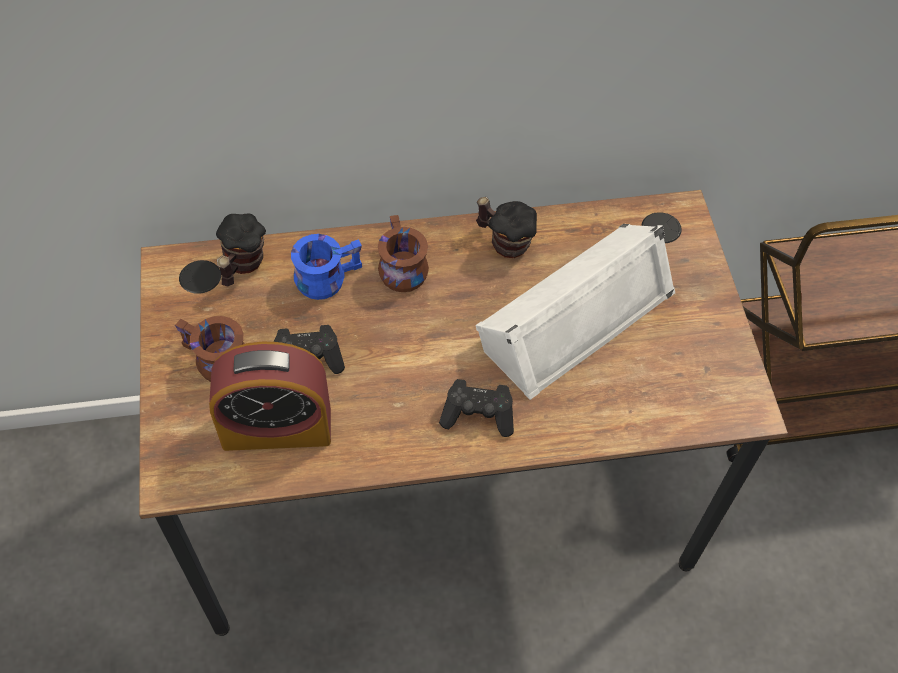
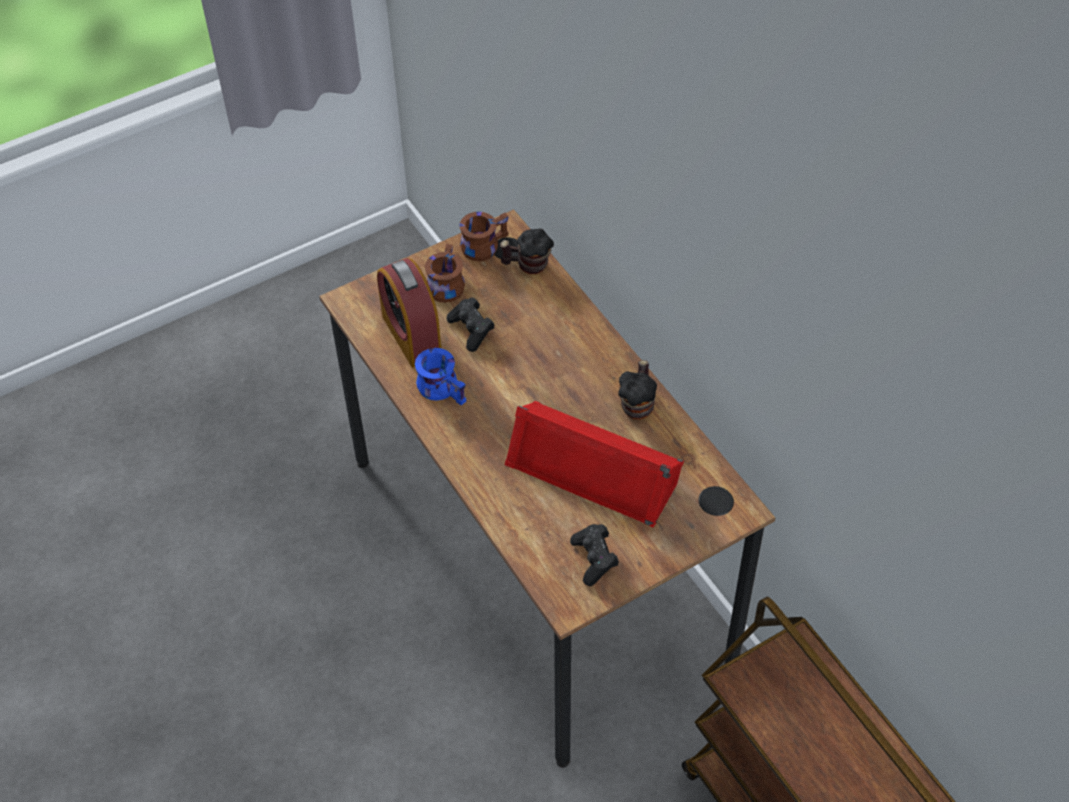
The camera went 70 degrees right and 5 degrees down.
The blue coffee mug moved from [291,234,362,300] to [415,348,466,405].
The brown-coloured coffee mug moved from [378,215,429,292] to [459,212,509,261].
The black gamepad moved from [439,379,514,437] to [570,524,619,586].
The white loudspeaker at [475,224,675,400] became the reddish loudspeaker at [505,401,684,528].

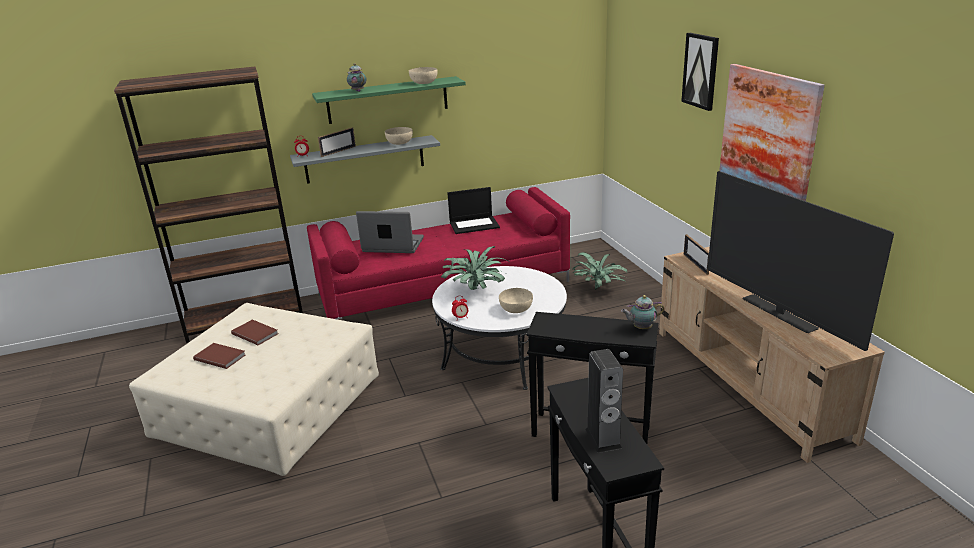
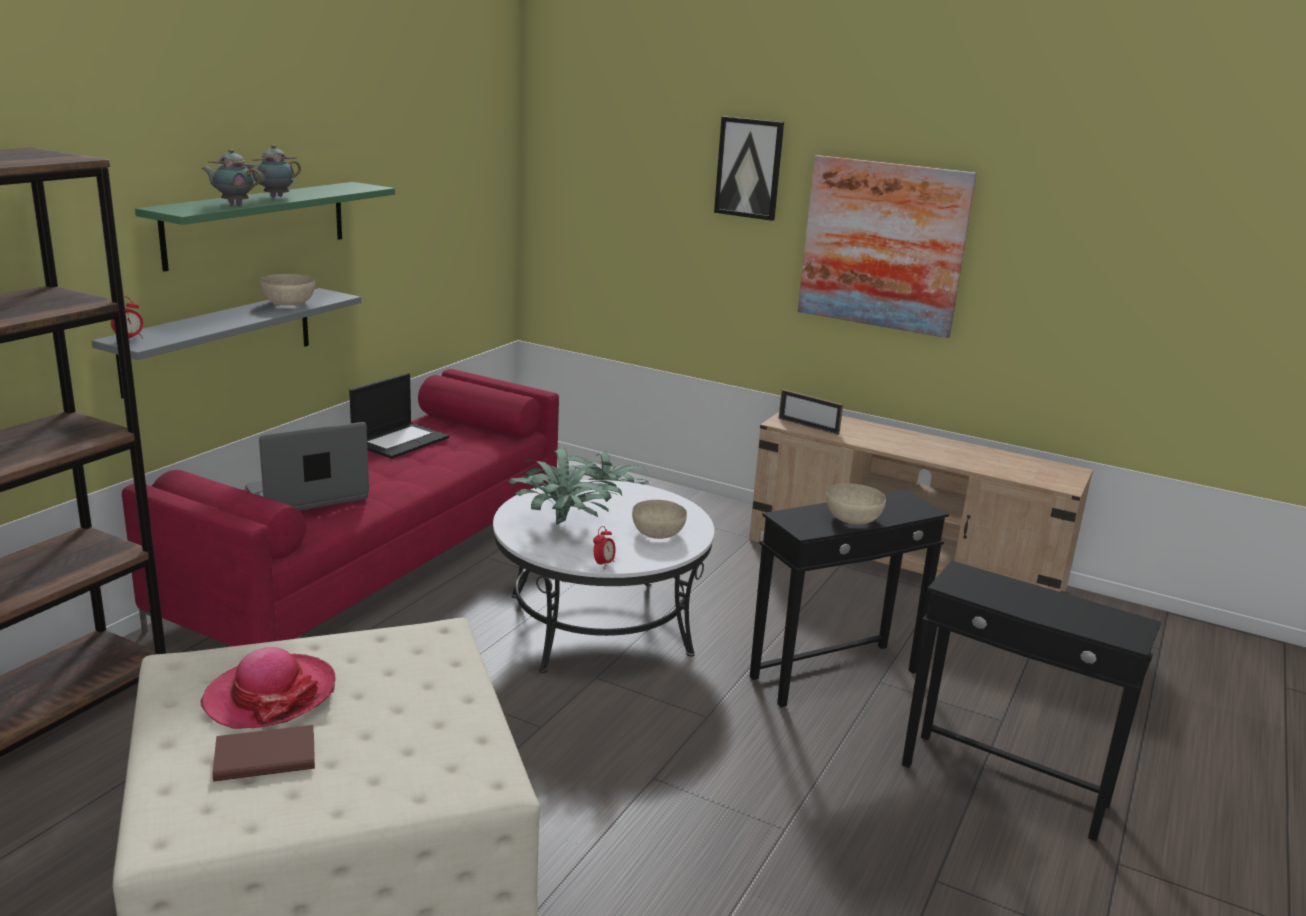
The camera went 45 degrees left and 5 degrees down.
The standing frame at [318,127,356,157] disappeared.
The loudspeaker at [585,349,623,453] disappeared.
The TV set at [707,171,894,351] disappeared.
The beige-coloured bowl moved from [409,67,438,84] to [826,483,886,524].
The teapot moved from [621,295,665,329] to [246,145,301,197].
The brown-coloured bound book at [231,320,278,345] was replaced by the wearable hat at [200,647,336,729].

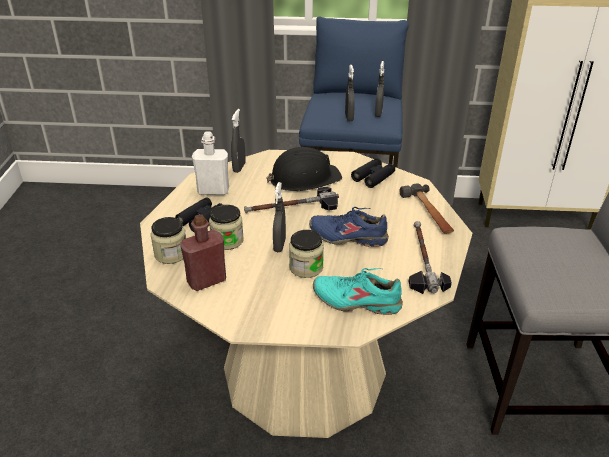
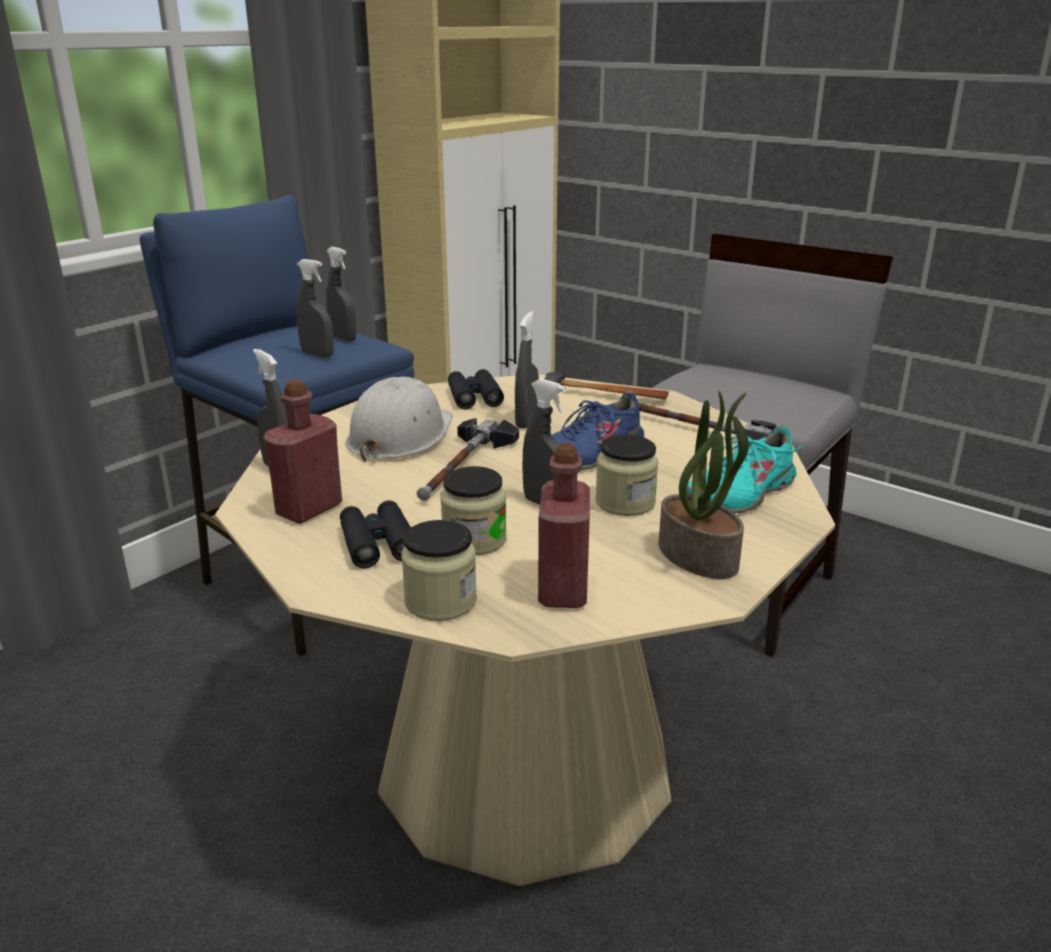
The camera went 55 degrees left and 10 degrees down.
The greyish hand sprayer at [515,311,539,428] appeared.
The plant in a pot at [659,391,749,579] appeared.
The white drink bottle at [192,131,229,195] became the reddish drink bottle at [263,379,342,524].
The black safety helmet at [266,147,342,191] became the white safety helmet at [346,377,452,462].

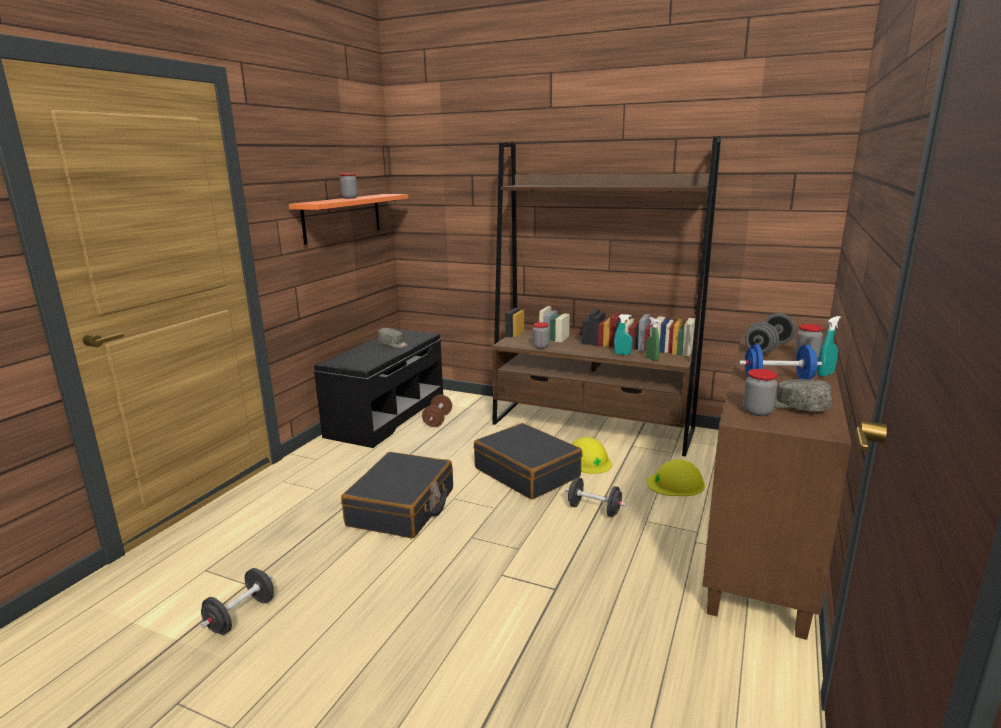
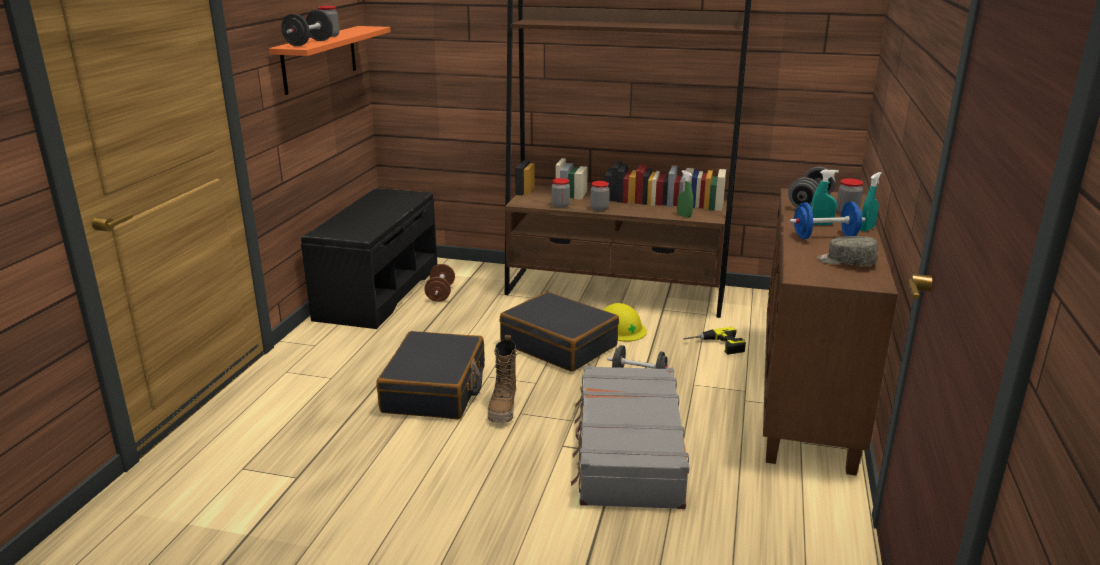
The camera went 10 degrees left and 5 degrees up.
The greyish baseball cap at [378,328,408,348] disappeared.
The high-top boot at [488,335,518,423] appeared.
The greyish suitcase at [571,365,690,509] appeared.
The black dumbbell moved from [201,568,274,635] to [281,10,333,46].
The turquoise-coloured hand sprayer moved from [614,314,633,355] to [811,170,839,225].
The preserve jar moved from [743,369,777,416] to [590,181,610,211].
The yellow safety helmet at [647,459,705,496] was replaced by the electric drill at [684,327,746,355].

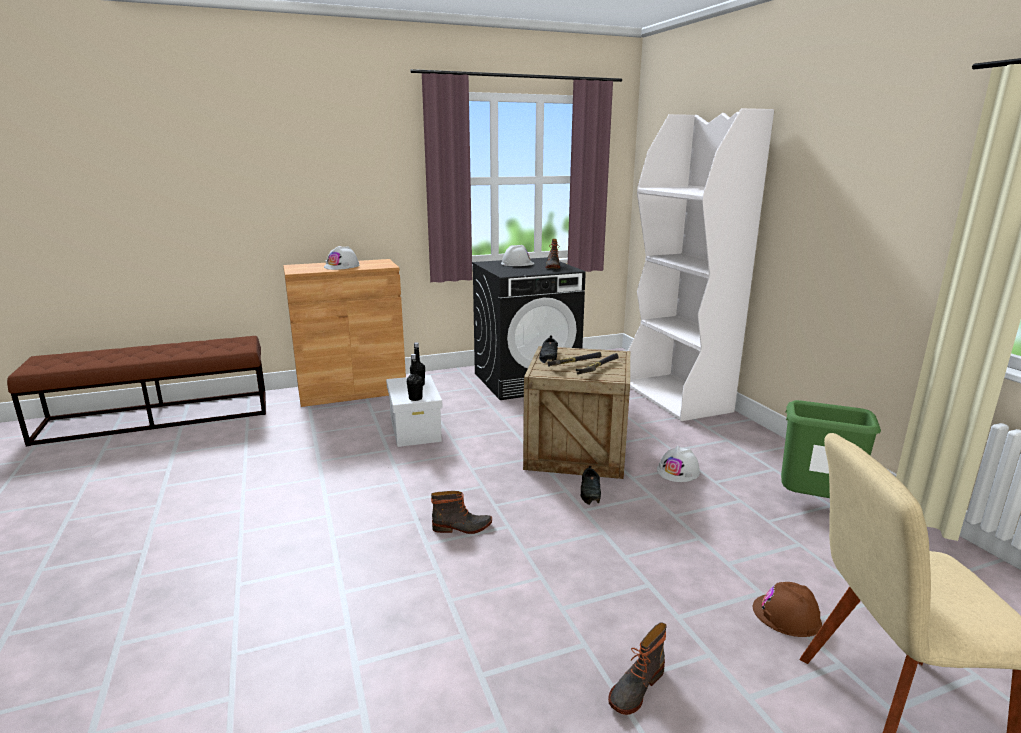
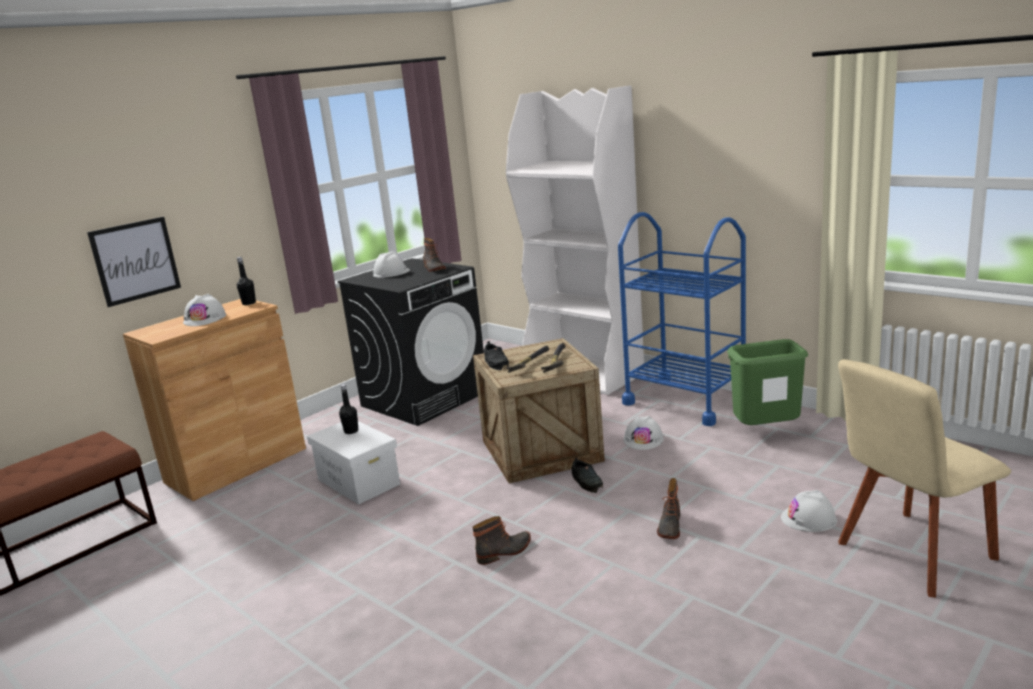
The camera went 25 degrees left and 0 degrees up.
The picture at [87,217,181,307] appeared.
The blue cart at [618,212,746,426] appeared.
The black drink bottle moved from [407,354,423,401] to [237,257,256,305].
The high-top boot moved from [608,623,666,715] to [657,478,680,539].
The brown-coloured safety helmet at [753,582,822,637] became the white safety helmet at [781,490,837,532].

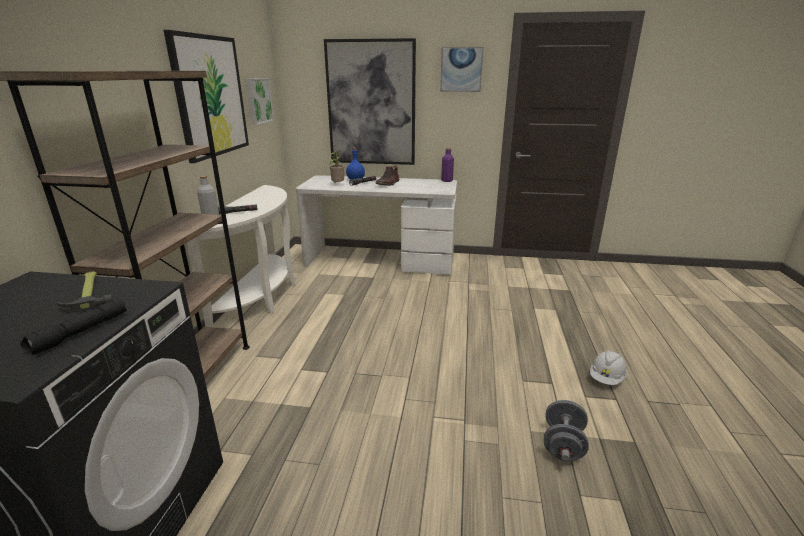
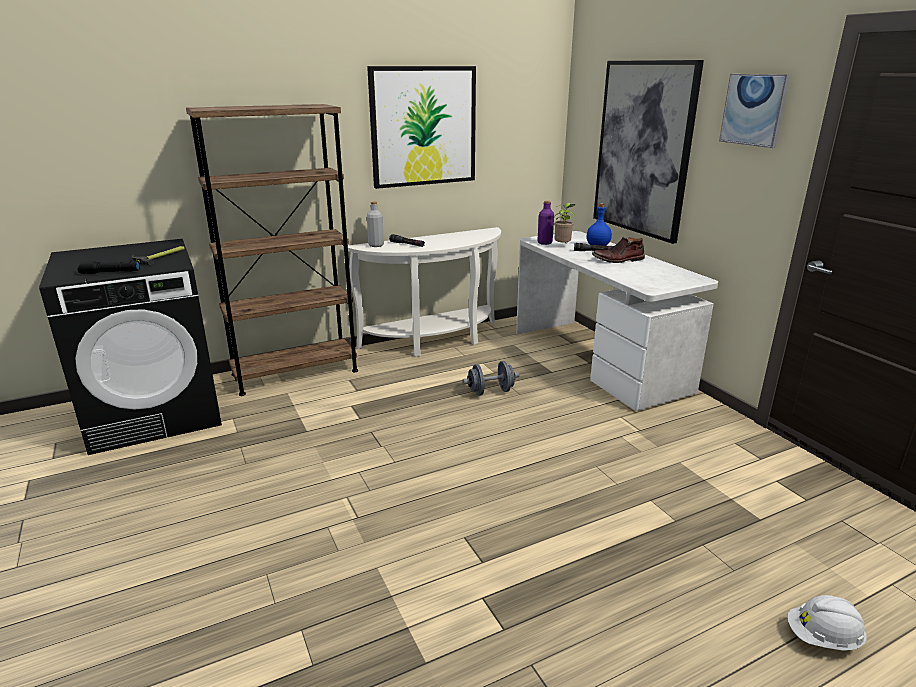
The camera went 55 degrees right and 0 degrees up.
The picture at [246,78,274,125] disappeared.
The purple-coloured drink bottle moved from [441,148,454,182] to [537,200,554,245].
The greyish dumbbell moved from [543,400,589,462] to [463,361,519,396].
The white safety helmet moved from [590,350,627,385] to [788,595,867,651].

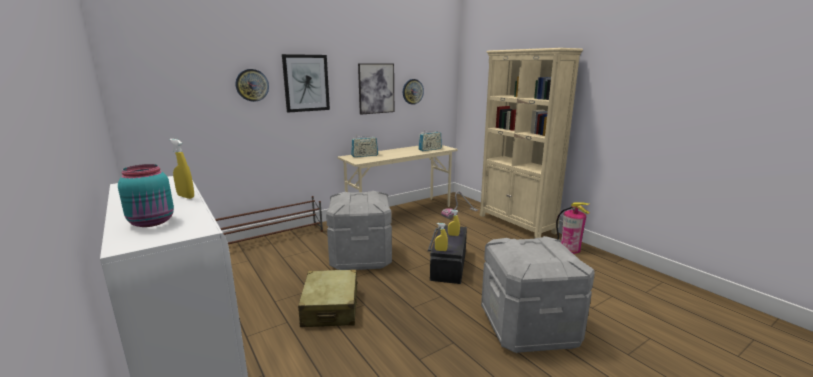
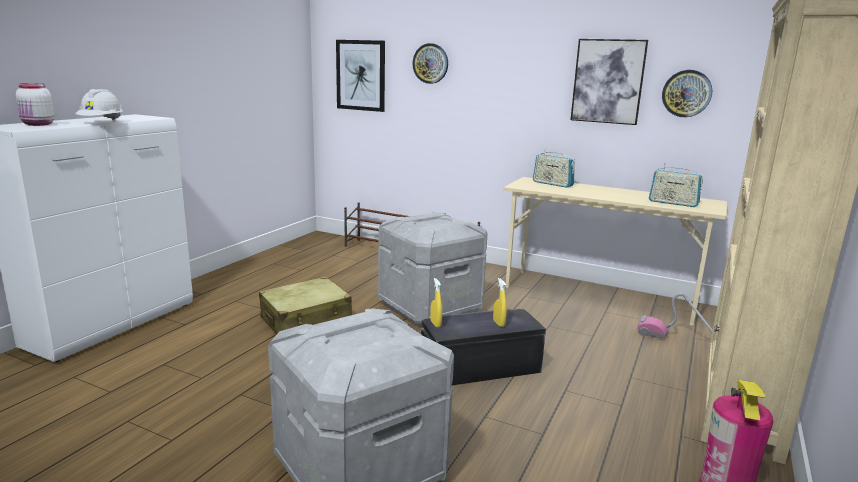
The camera went 60 degrees right and 0 degrees up.
The picture moved from [282,54,330,113] to [336,40,385,112].
The yellow hand sprayer at [170,139,194,199] was replaced by the white safety helmet at [75,89,124,120].
The turquoise-coloured preserve jar at [118,164,174,227] became the white preserve jar at [16,83,55,126].

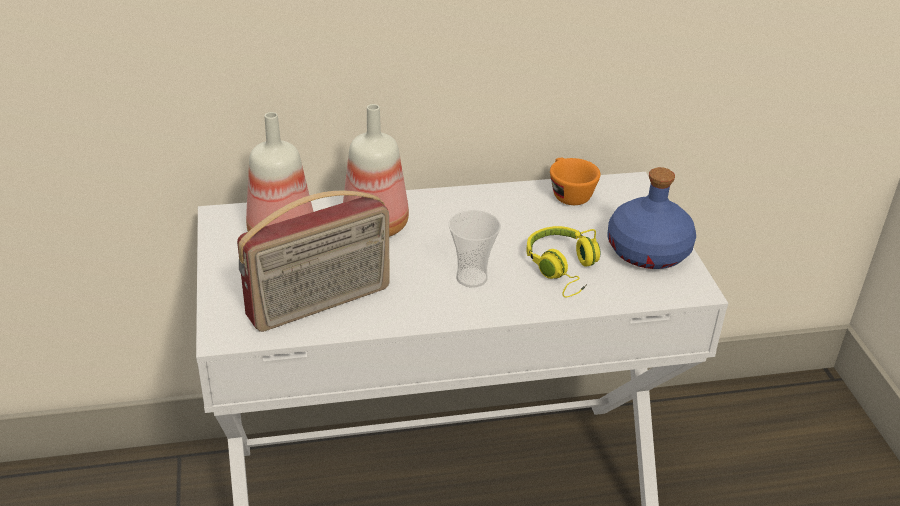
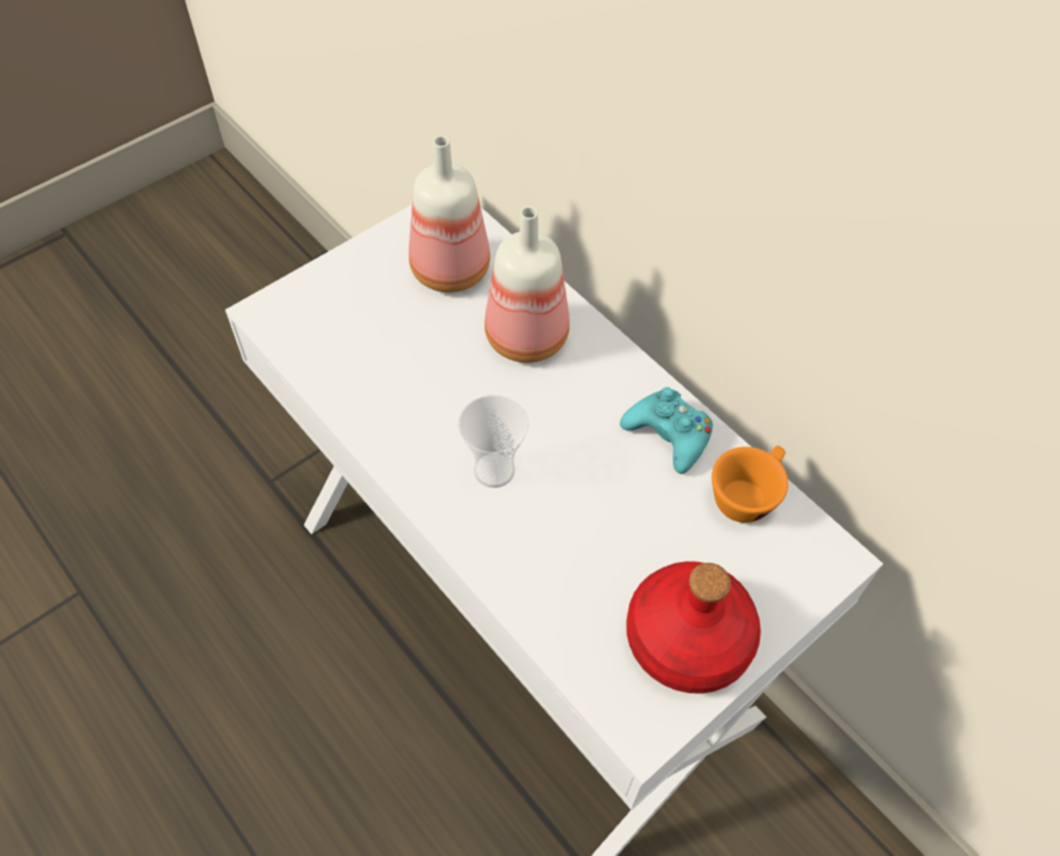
The camera went 60 degrees right and 20 degrees up.
The radio set at [237,191,390,332] disappeared.
The yellow pair of headphones at [526,226,601,297] disappeared.
The turquoise-coloured gamepad at [620,387,713,474] appeared.
The blue drink bottle at [607,167,696,269] became the reddish drink bottle at [626,561,761,694].

